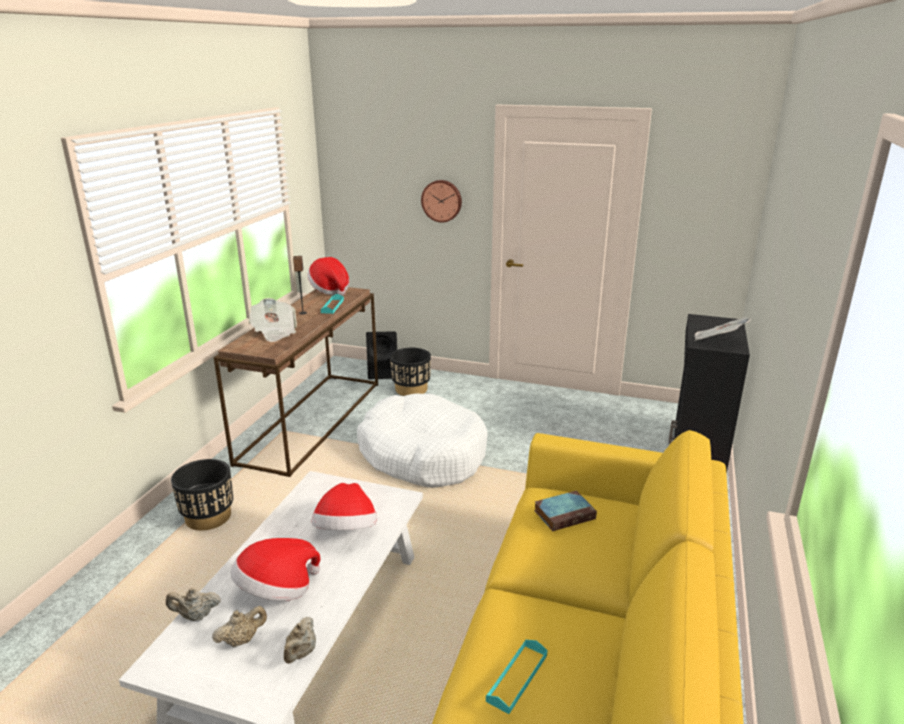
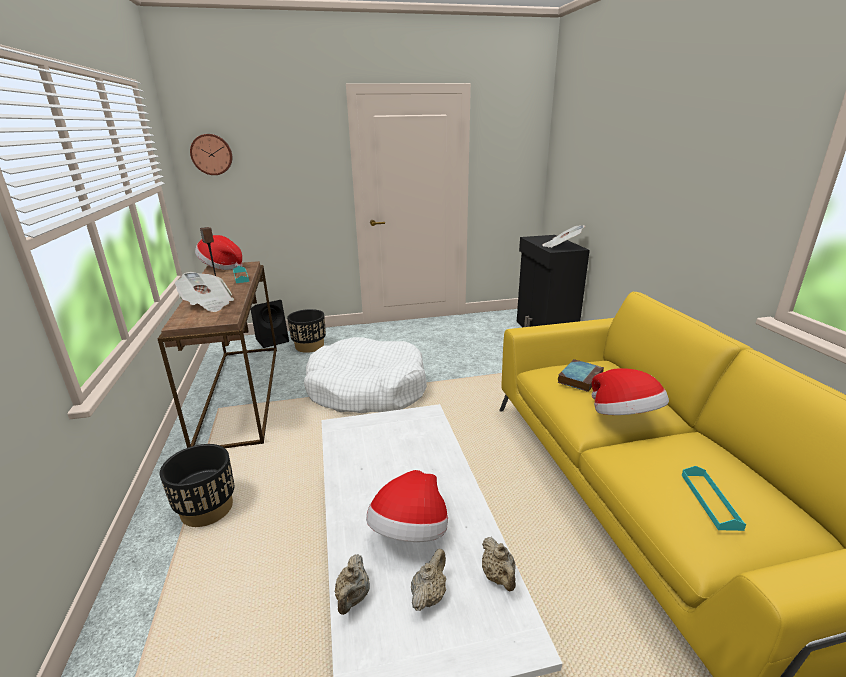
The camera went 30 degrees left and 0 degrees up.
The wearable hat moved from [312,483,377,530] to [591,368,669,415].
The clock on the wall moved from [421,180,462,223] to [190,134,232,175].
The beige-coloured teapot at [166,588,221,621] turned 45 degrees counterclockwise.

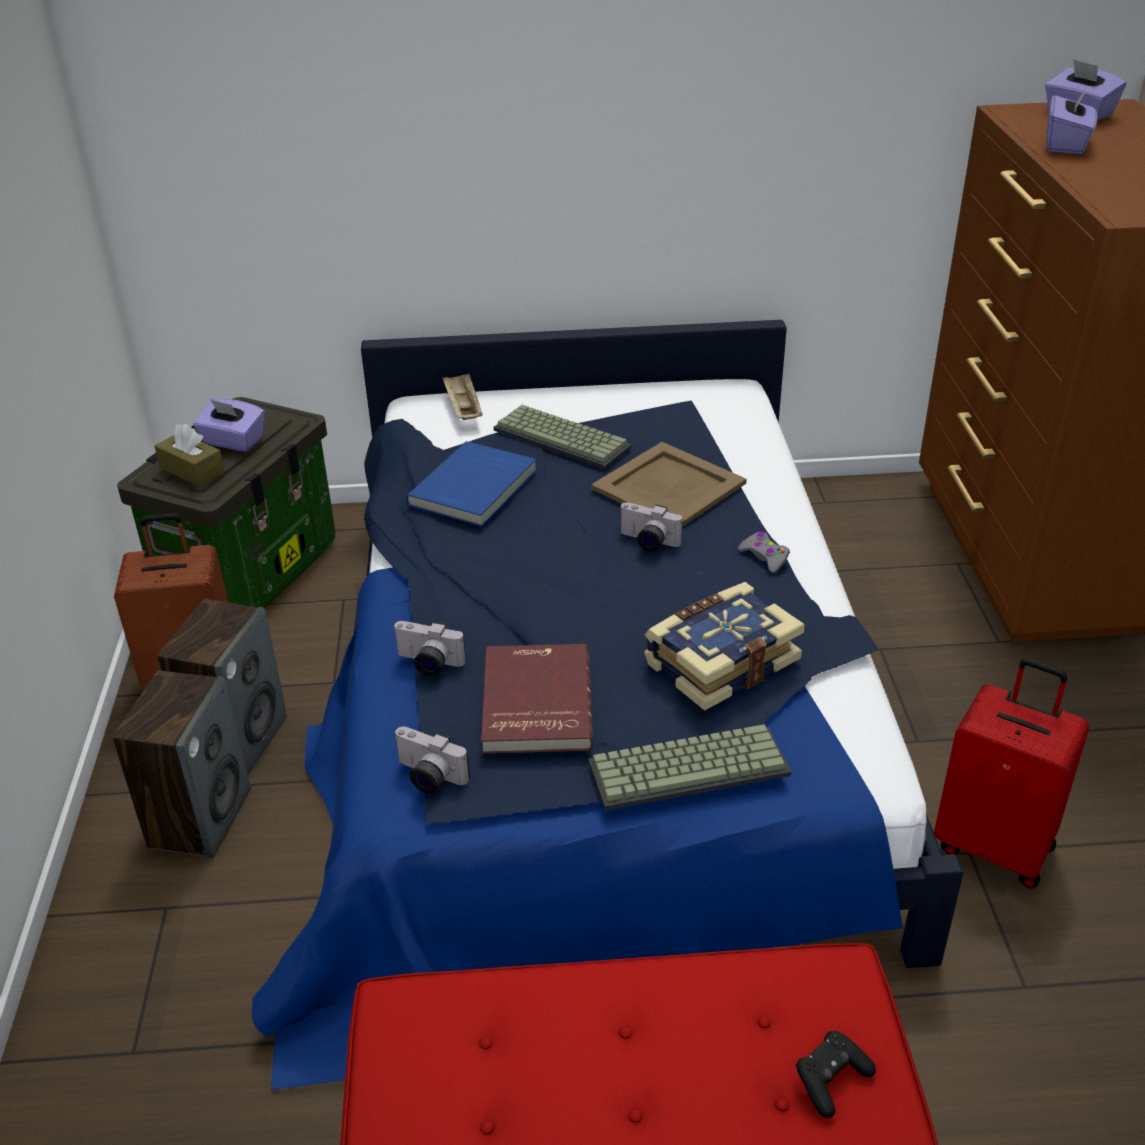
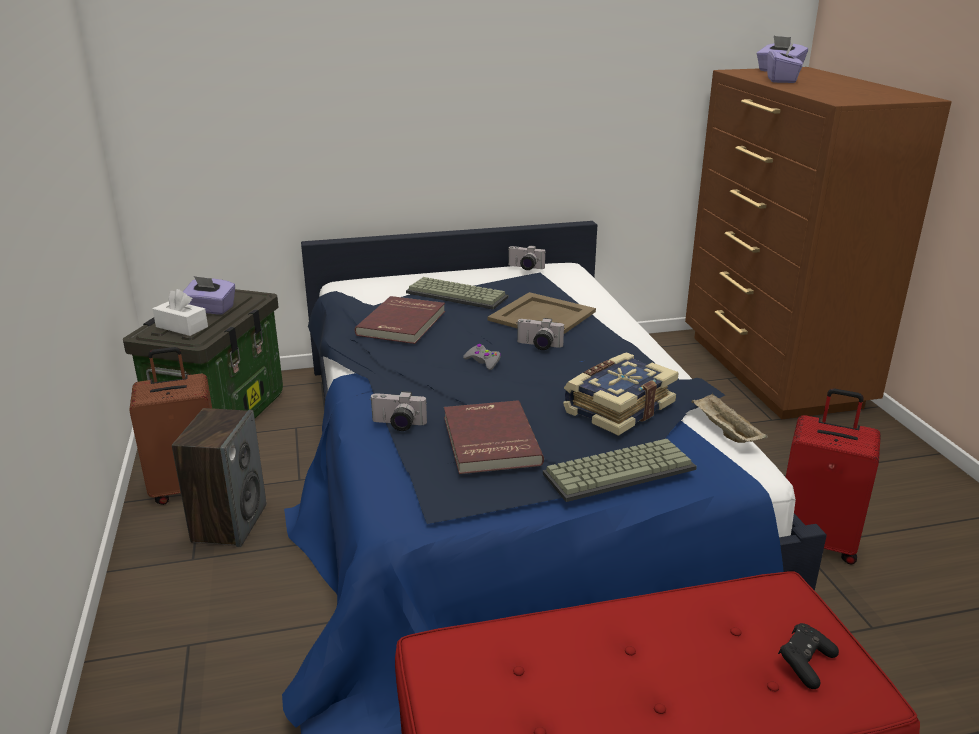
The camera went 10 degrees left and 10 degrees down.
The loudspeaker at [112,671,251,859] disappeared.
The photo camera moved from [394,726,470,794] to [508,245,545,270].
The beige-coloured serving tray moved from [442,374,483,420] to [691,393,768,443].
The greyish gamepad moved from [738,532,790,573] to [463,344,501,370].
The brown-coloured tissue holder at [155,423,225,487] became the white tissue holder at [153,289,208,336].
The blue bound book at [406,441,537,527] became the reddish bound book at [355,296,445,344].

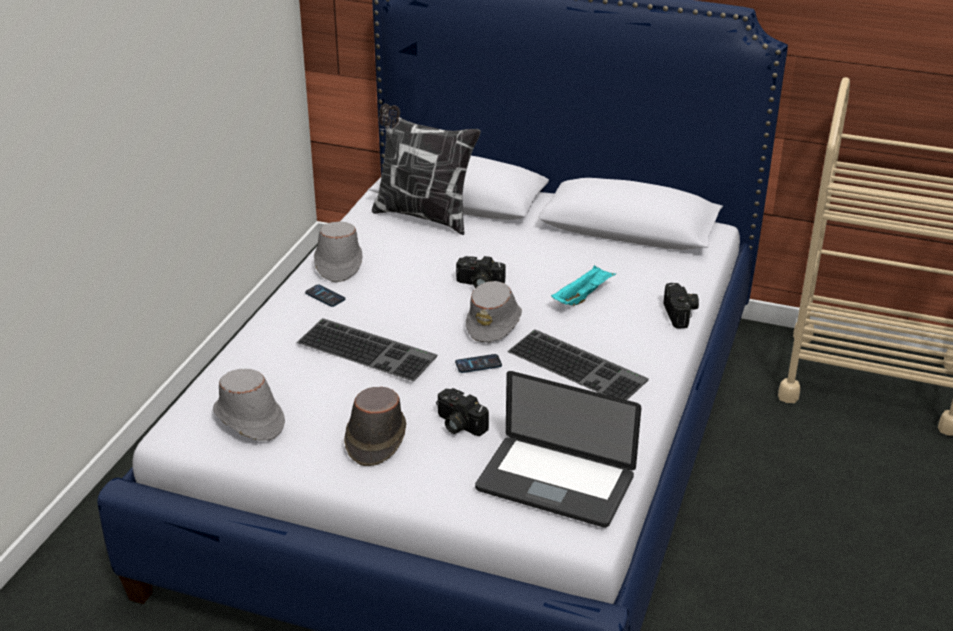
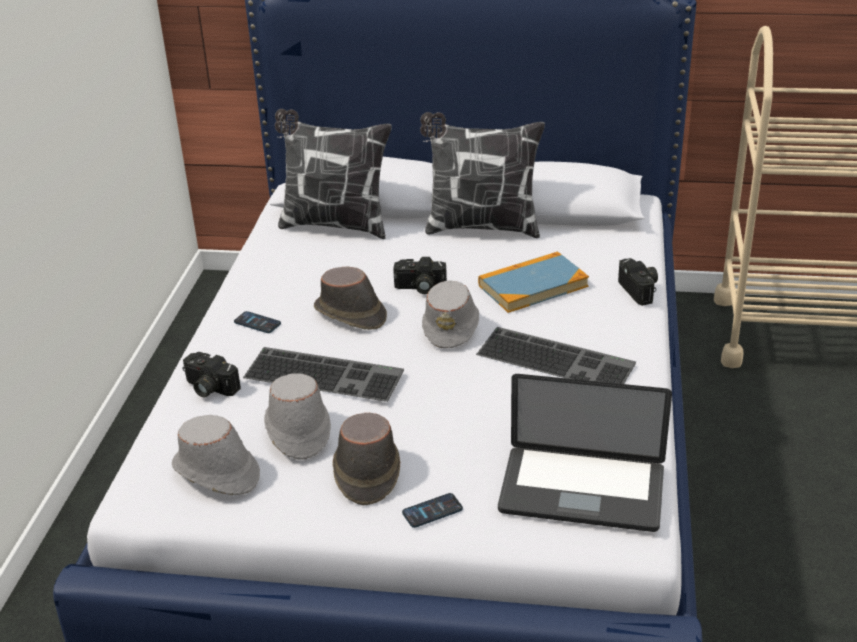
The camera went 10 degrees left and 0 degrees up.
The brown-coloured wearable hat at [314,266,387,330] appeared.
The pillow at [420,112,545,238] appeared.
The greyish wearable hat moved from [314,221,363,282] to [264,373,331,460].
The photo camera moved from [436,388,489,436] to [182,352,241,397].
The telephone moved from [455,354,502,373] to [402,493,463,528].
The turquoise-coloured serving tray at [551,265,616,306] was replaced by the bound book at [478,251,589,313].

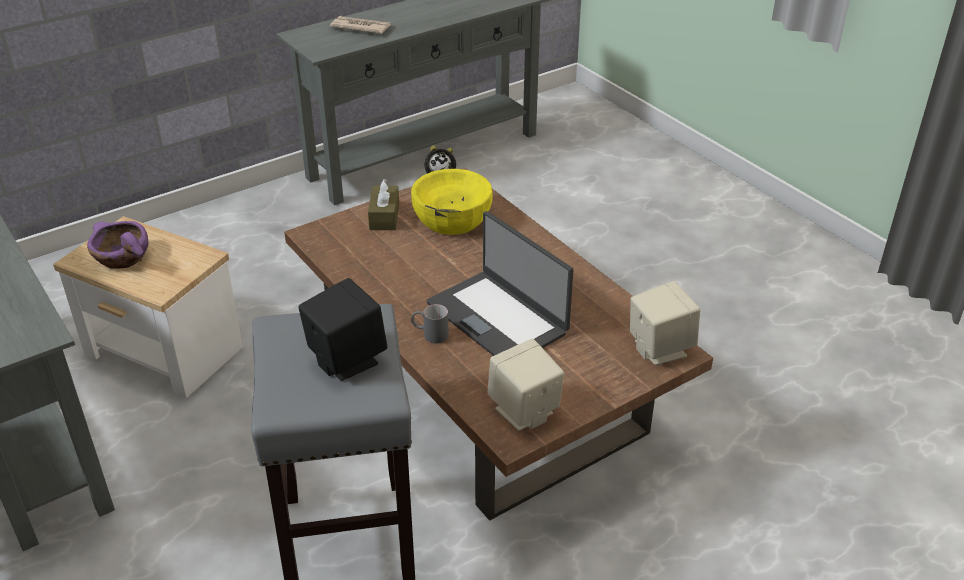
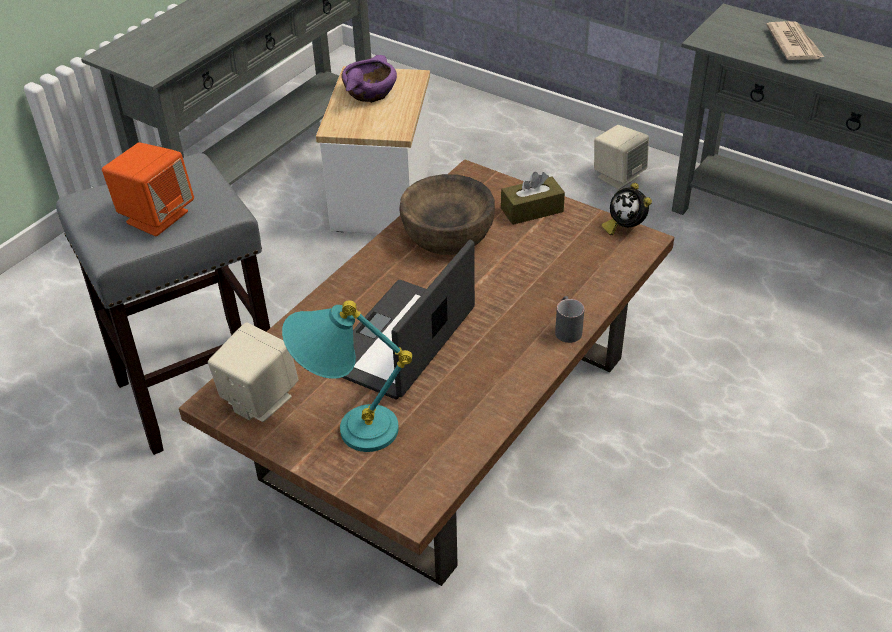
The camera went 70 degrees right and 5 degrees up.
The yellow bowl at [411,169,493,235] disappeared.
The turquoise-coloured table lamp at [282,300,412,452] appeared.
The brown-coloured bowl at [400,174,495,255] appeared.
The greyish coffee mug moved from [411,304,449,344] to [555,296,585,343].
The beige-coloured loudspeaker moved from [630,281,700,365] to [594,125,649,190].
The black loudspeaker at [299,278,387,381] became the orange loudspeaker at [102,142,194,236].

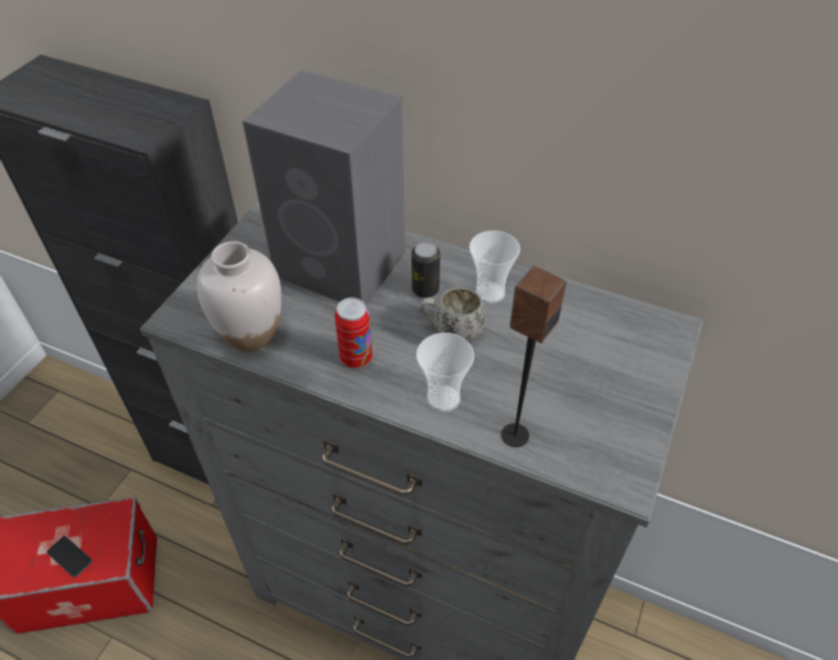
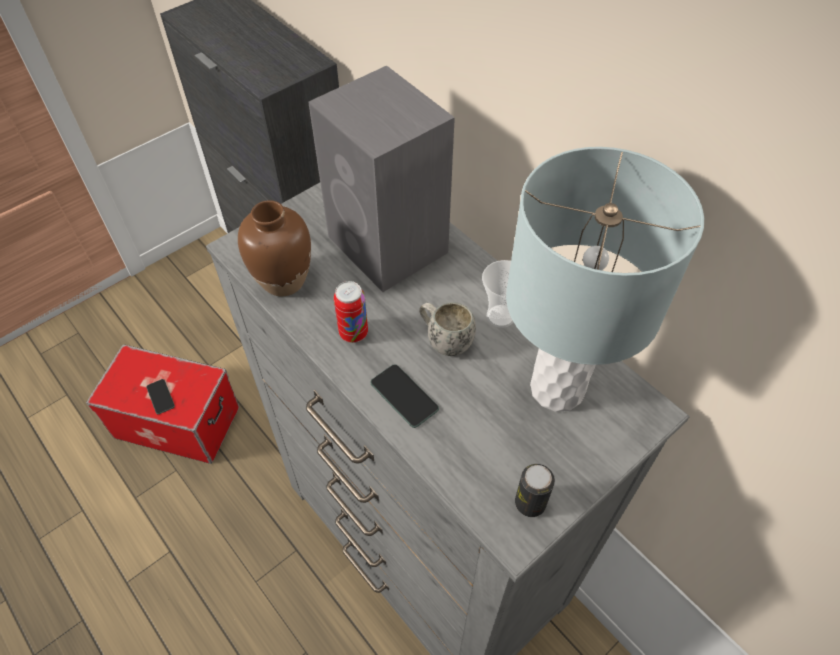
The camera went 25 degrees right and 5 degrees up.
The loudspeaker at [501,266,567,447] disappeared.
The greyish table lamp at [506,147,704,412] appeared.
The sealed can moved from [411,242,440,298] to [515,464,555,517].
The drinking cup at [416,333,474,412] was replaced by the telephone at [370,364,439,428].
The white decorative vase at [197,241,281,352] became the brown-coloured decorative vase at [238,200,311,296].

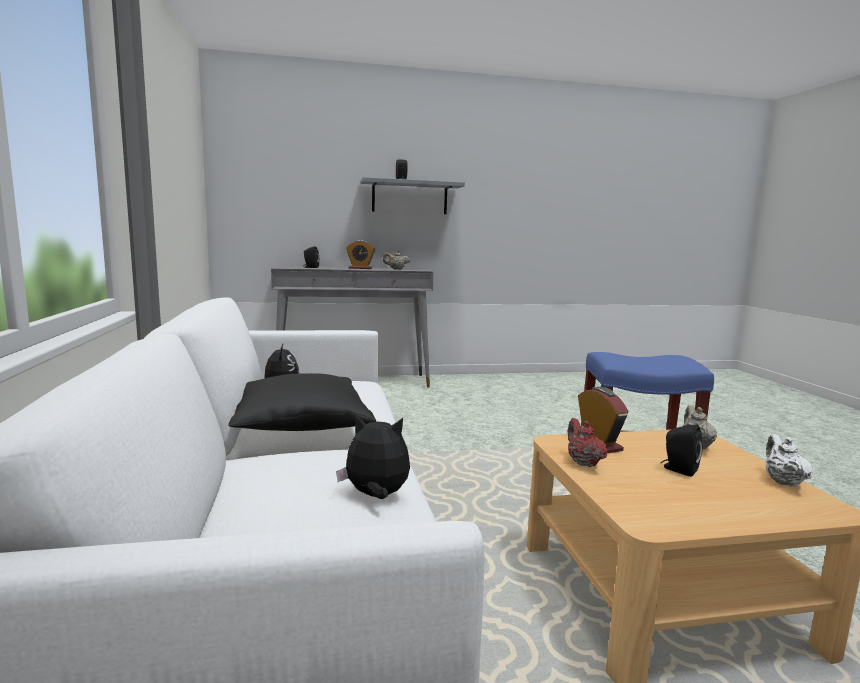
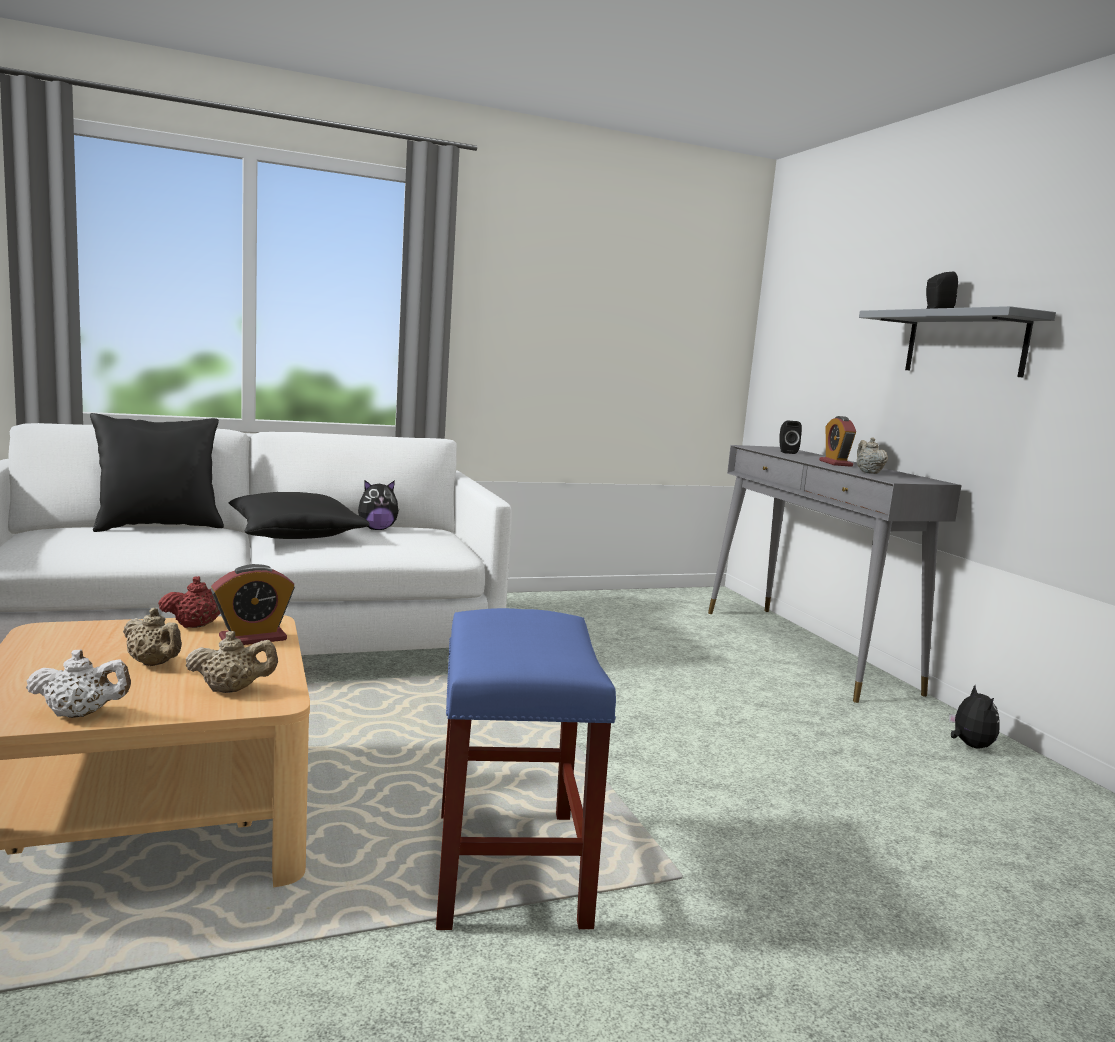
The camera went 80 degrees right and 0 degrees up.
The black pillow at [90,413,224,532] appeared.
The soft toy moved from [336,414,410,499] to [949,685,1000,749].
The black loudspeaker at [661,424,703,477] was replaced by the beige-coloured teapot at [123,608,182,666].

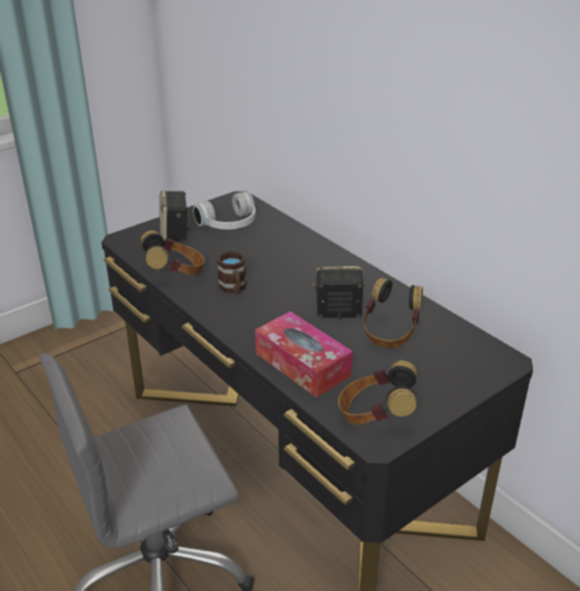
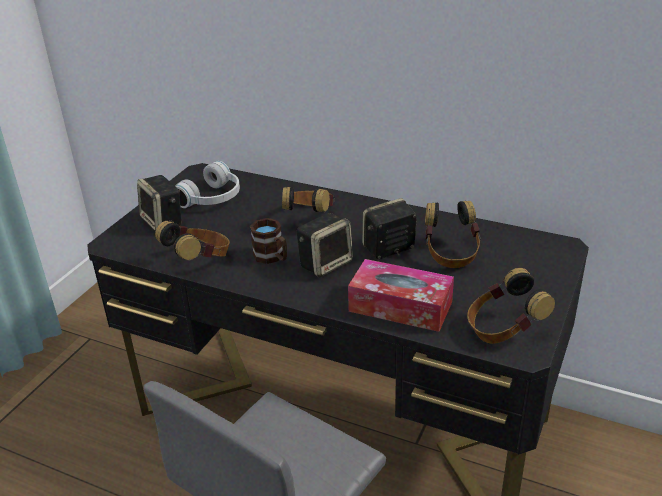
The camera went 25 degrees left and 0 degrees up.
The pair of headphones at [282,187,334,212] appeared.
The loudspeaker at [297,213,353,277] appeared.

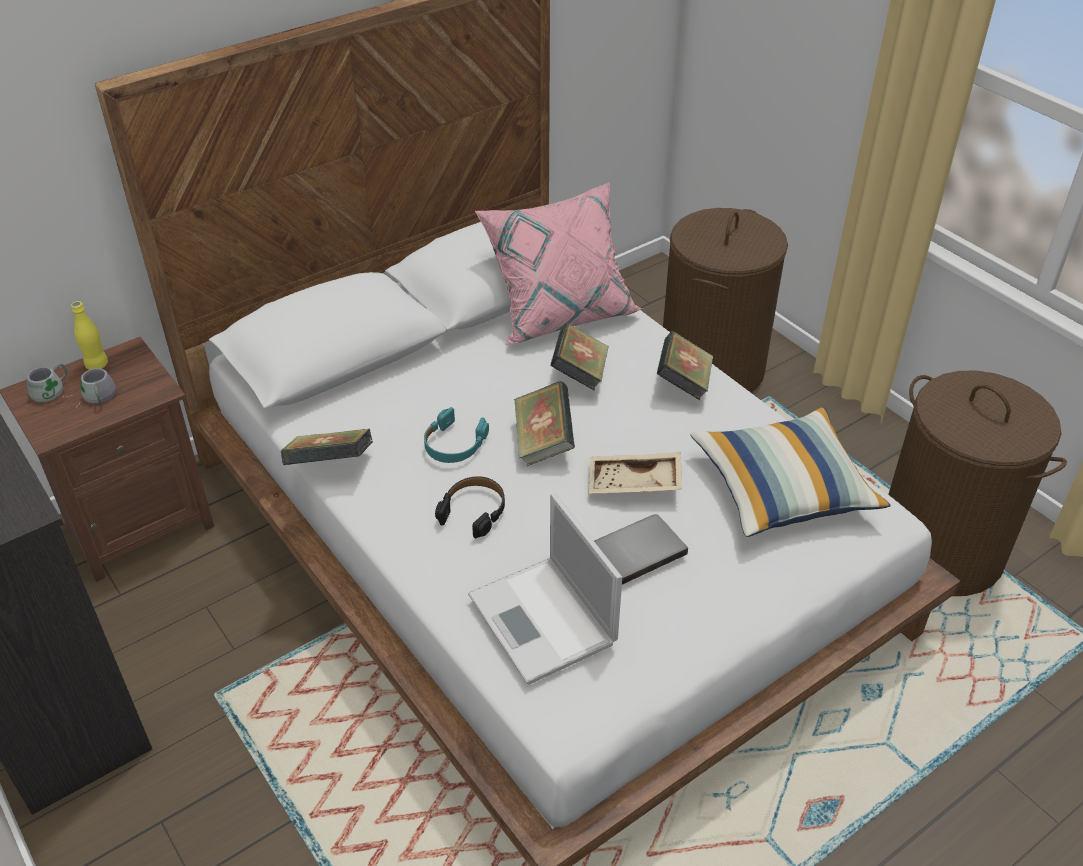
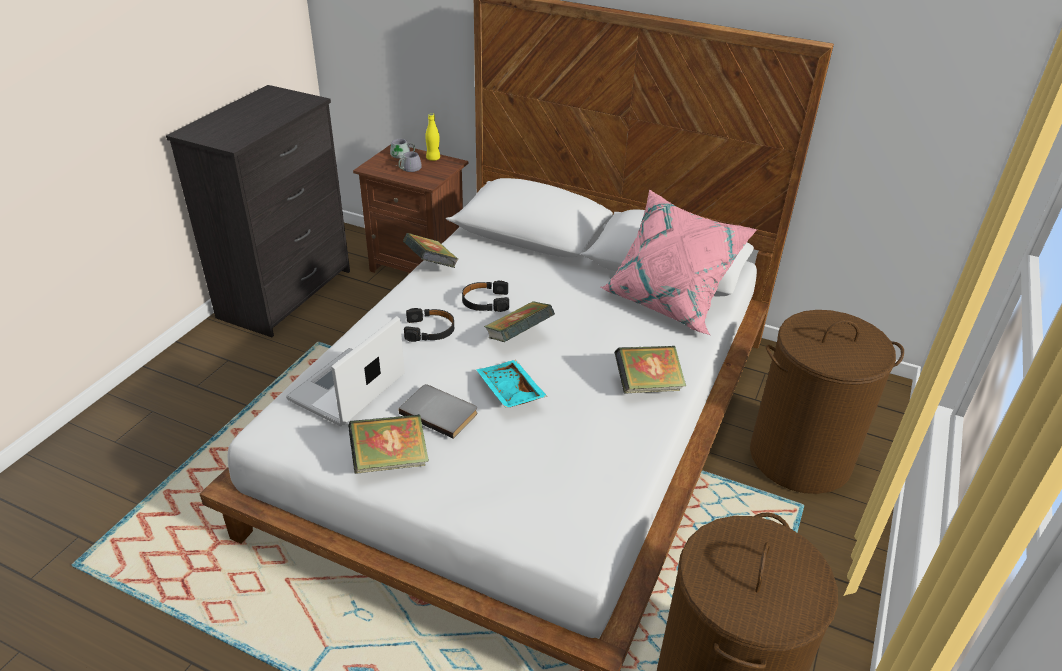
The camera went 60 degrees right and 5 degrees down.
The pillow at [690,407,891,537] disappeared.
The bound book moved from [550,323,609,390] to [348,414,429,474].
The turquoise-coloured pair of headphones at [424,407,489,463] became the black pair of headphones at [462,280,509,312].
The beige-coloured serving tray at [589,452,682,493] became the turquoise-coloured serving tray at [476,360,547,408].

